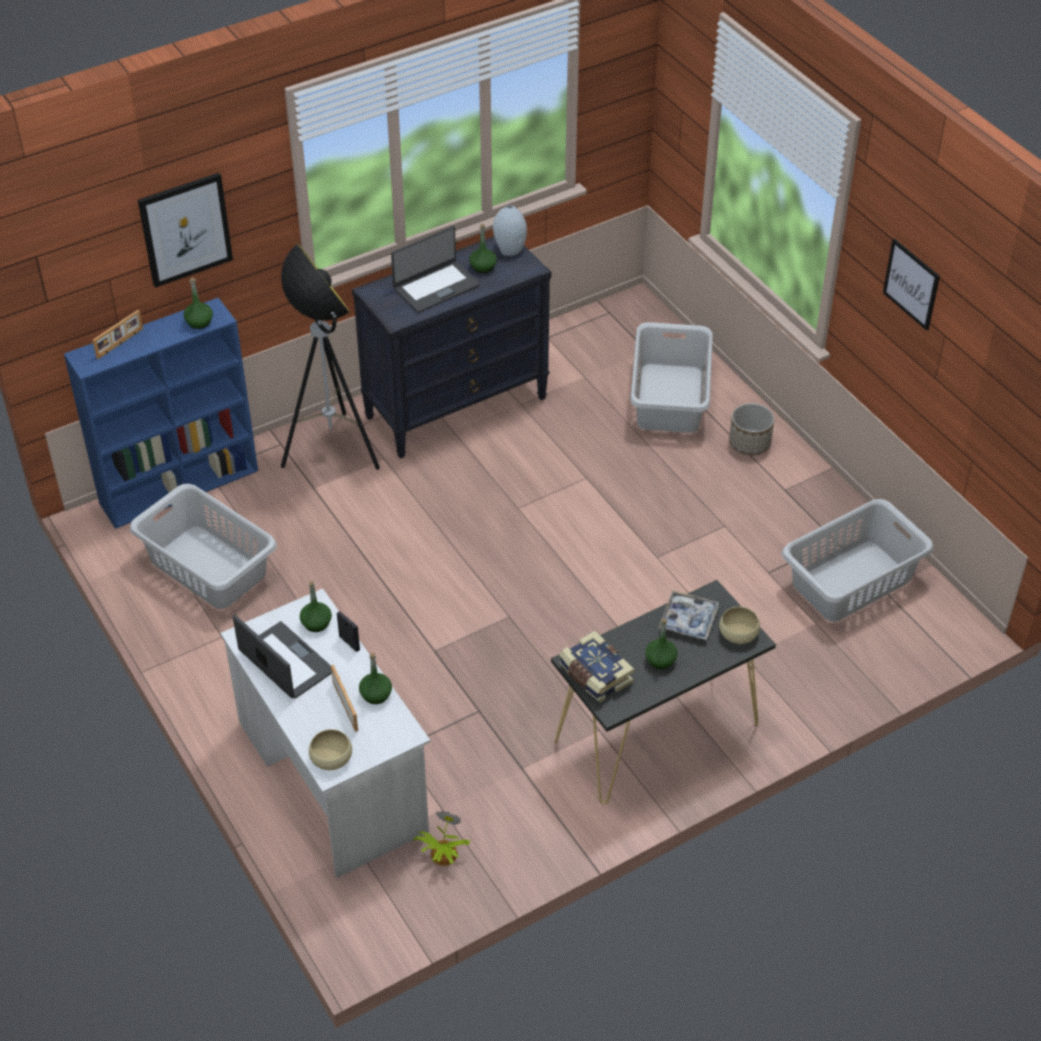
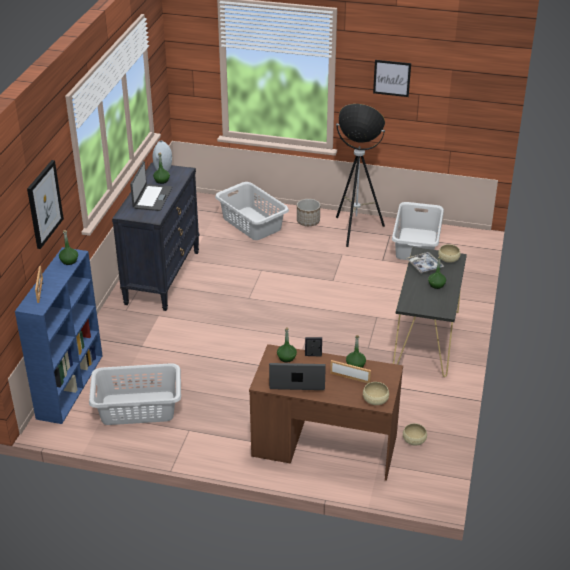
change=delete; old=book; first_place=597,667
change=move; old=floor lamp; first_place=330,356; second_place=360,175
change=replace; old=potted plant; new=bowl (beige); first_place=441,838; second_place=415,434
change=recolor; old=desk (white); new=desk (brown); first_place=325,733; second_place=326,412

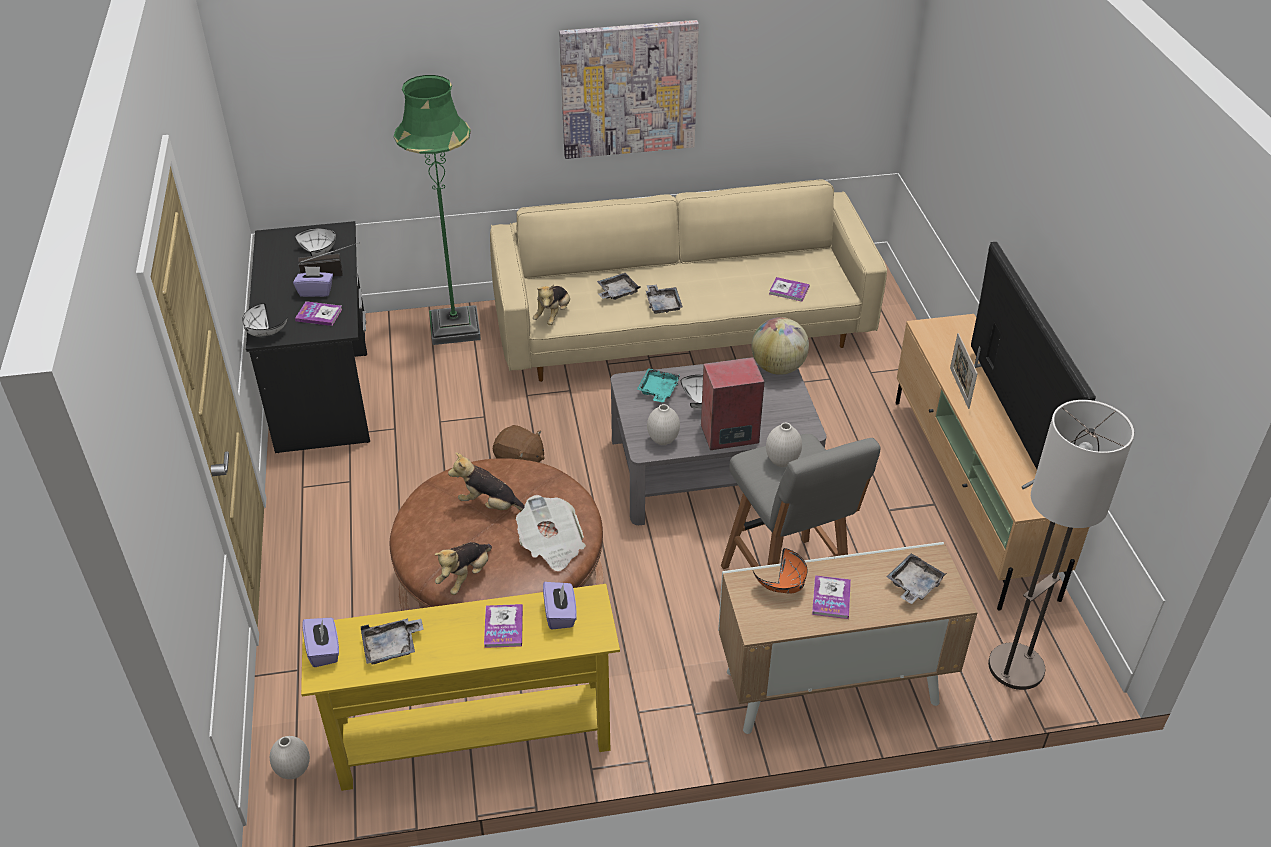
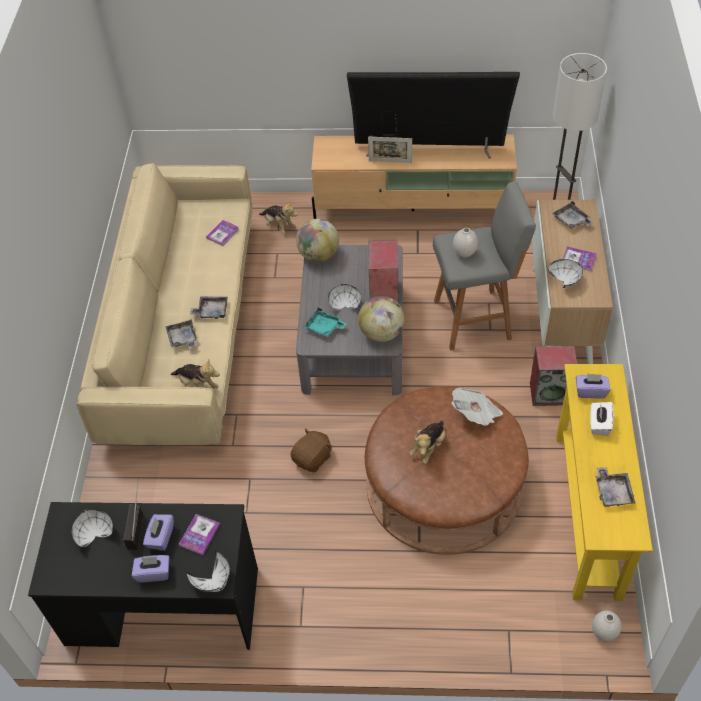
change=delete; old=floor lamp (green); first_place=437,210
change=delete; old=picture; first_place=629,89
change=insert; new=speaker; second_place=553,376
change=move; old=tissue box (purple); first_place=321,642; second_place=150,569
change=move; old=plush toy; first_place=463,568; second_place=278,217
change=replace; old=book; new=tissue box (white); first_place=503,626; second_place=602,419
change=replace; old=vase (white); new=globe; first_place=663,424; second_place=381,319
change=recolor; old=bowl (orange); new=bowl (white); first_place=780,571; second_place=565,273

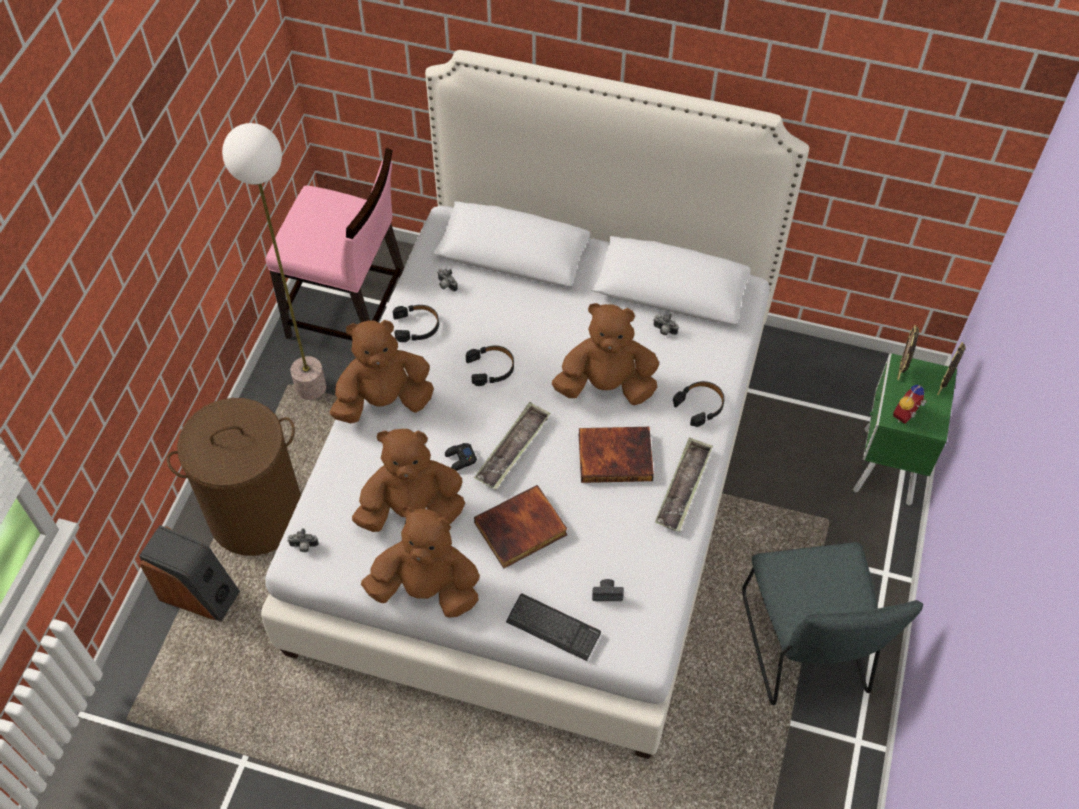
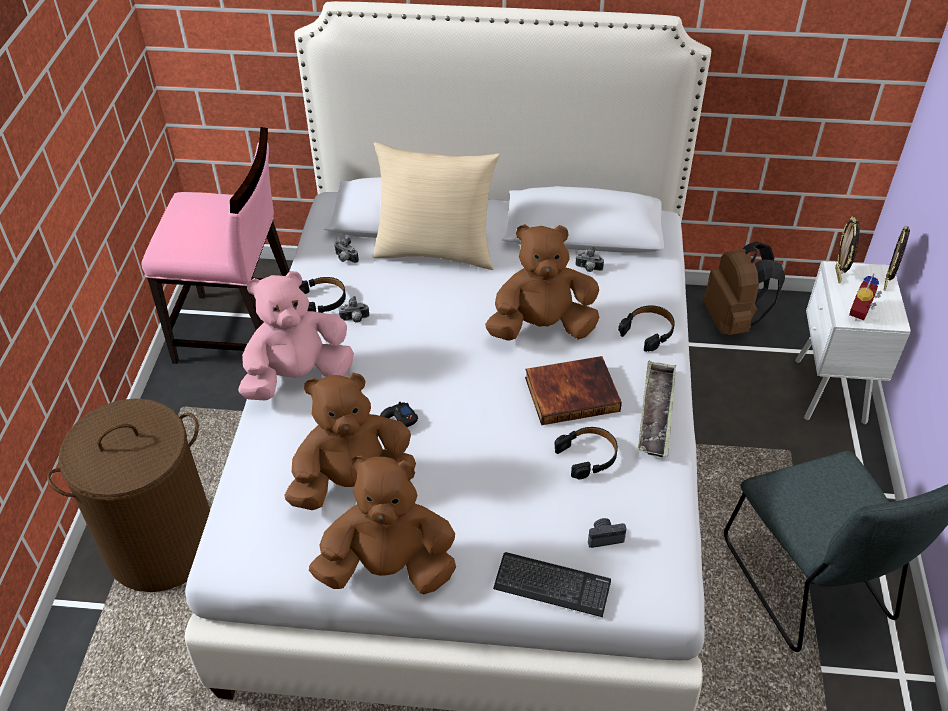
change=delete; old=speaker; first_place=189,573
change=delete; old=floor lamp; first_place=274,261
change=delete; old=tray; first_place=512,446
change=delete; old=book; first_place=521,527
change=insert; new=pillow (beige); second_place=436,206
change=insert; new=backpack (brown); second_place=744,288
change=move; old=photo camera; first_place=303,540; second_place=354,309
change=move; old=headphones (black); first_place=490,366; second_place=586,453
change=recolor; old=plush toy (brown); new=plush toy (pink); first_place=382,371; second_place=296,335
change=recolor; old=nightstand (green); new=nightstand (white); first_place=905,429; second_place=853,342

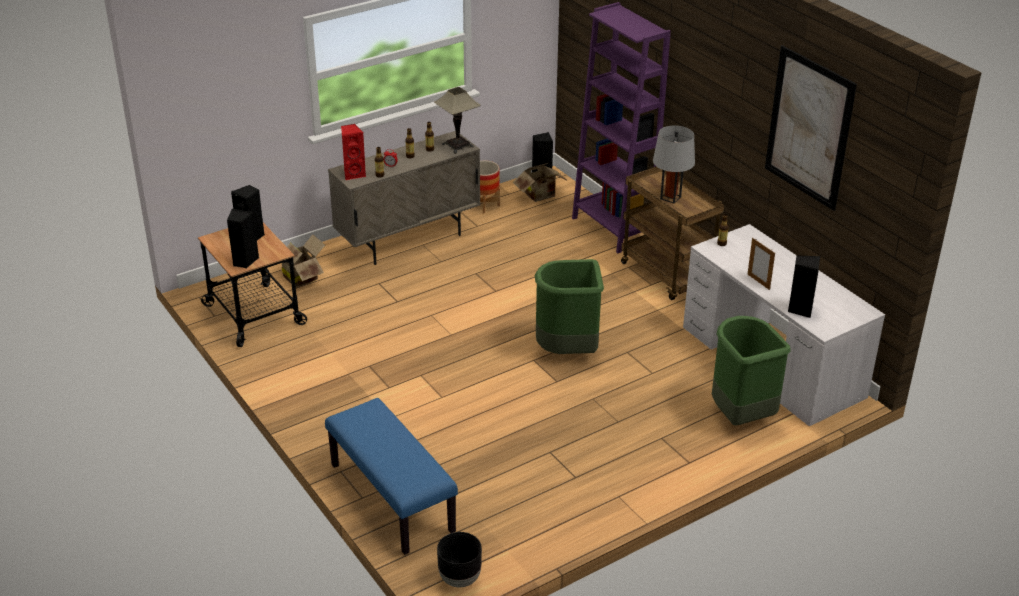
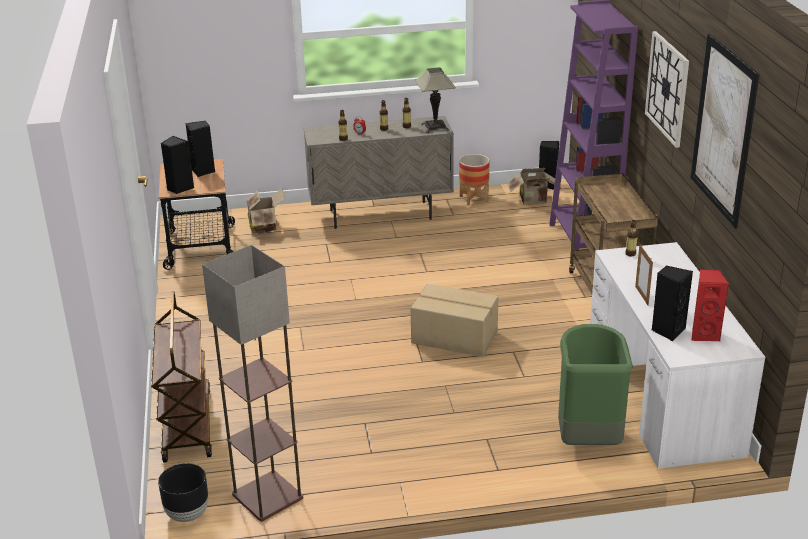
change=delete; old=table lamp (grey); first_place=674,164
change=insert; new=floor lamp; second_place=252,383
change=insert; new=wall clock; second_place=667,89
change=move; old=speaker (red); first_place=353,152; second_place=710,305
change=replace; old=bench (blue); new=cart (brown); first_place=391,476; second_place=181,377
change=replace; old=trash can (green); new=cardboard box; first_place=569,306; second_place=454,320

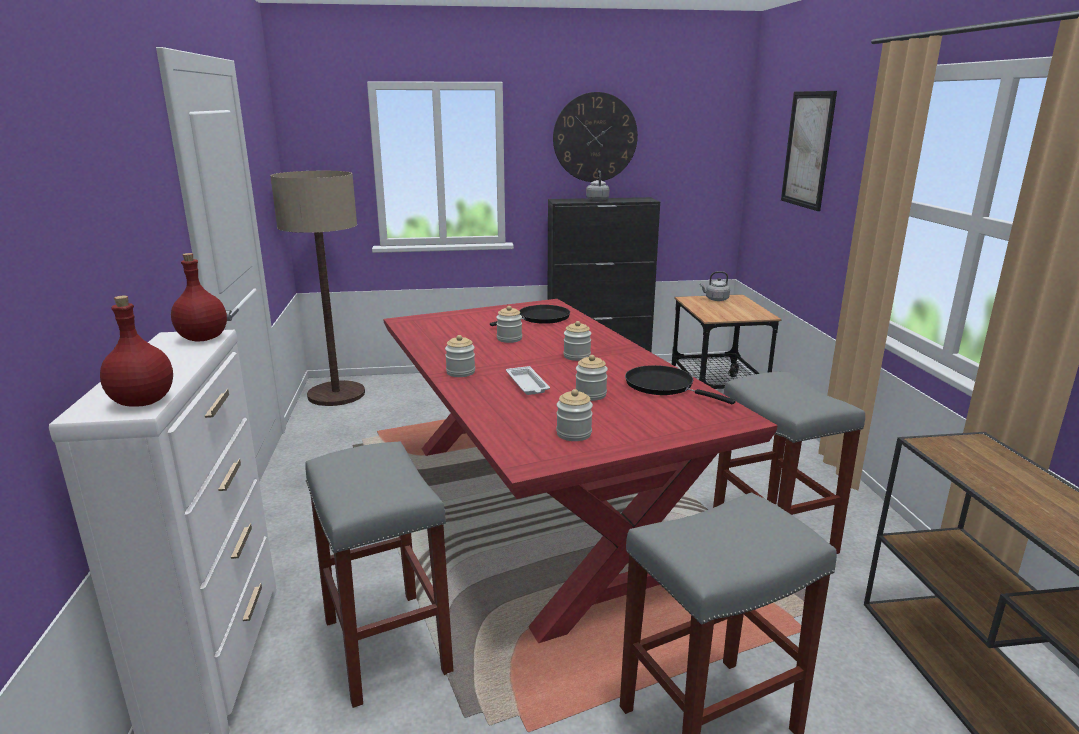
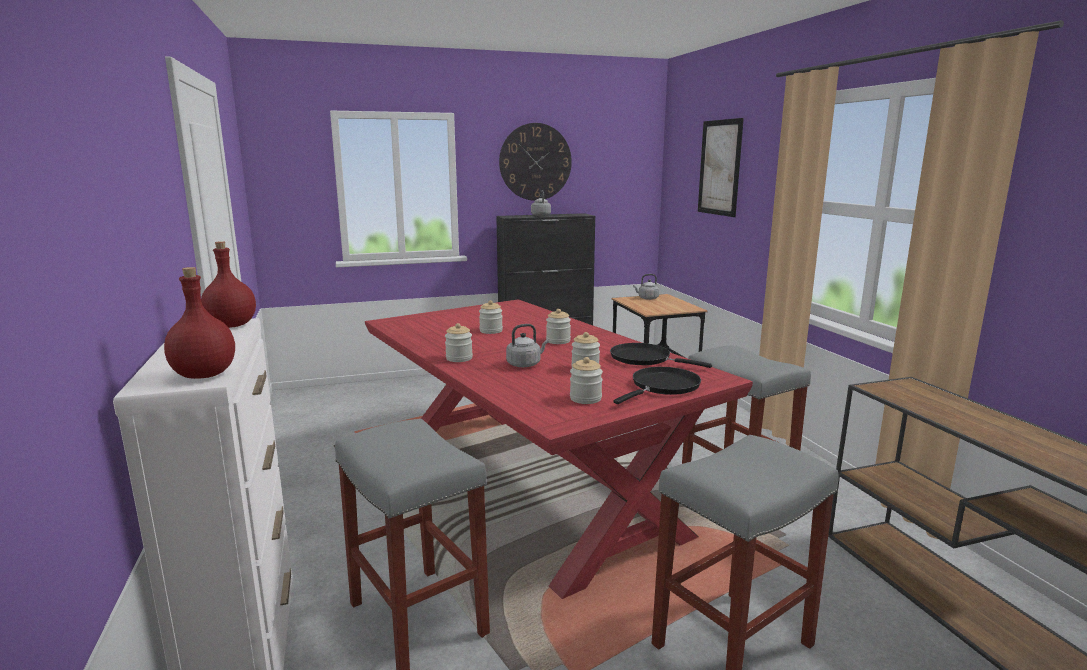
change=delete; old=floor lamp; first_place=317,288
change=move; old=frying pan (black); first_place=530,315; second_place=657,385
change=replace; old=tray (white); new=kettle (grey); first_place=528,380; second_place=527,345

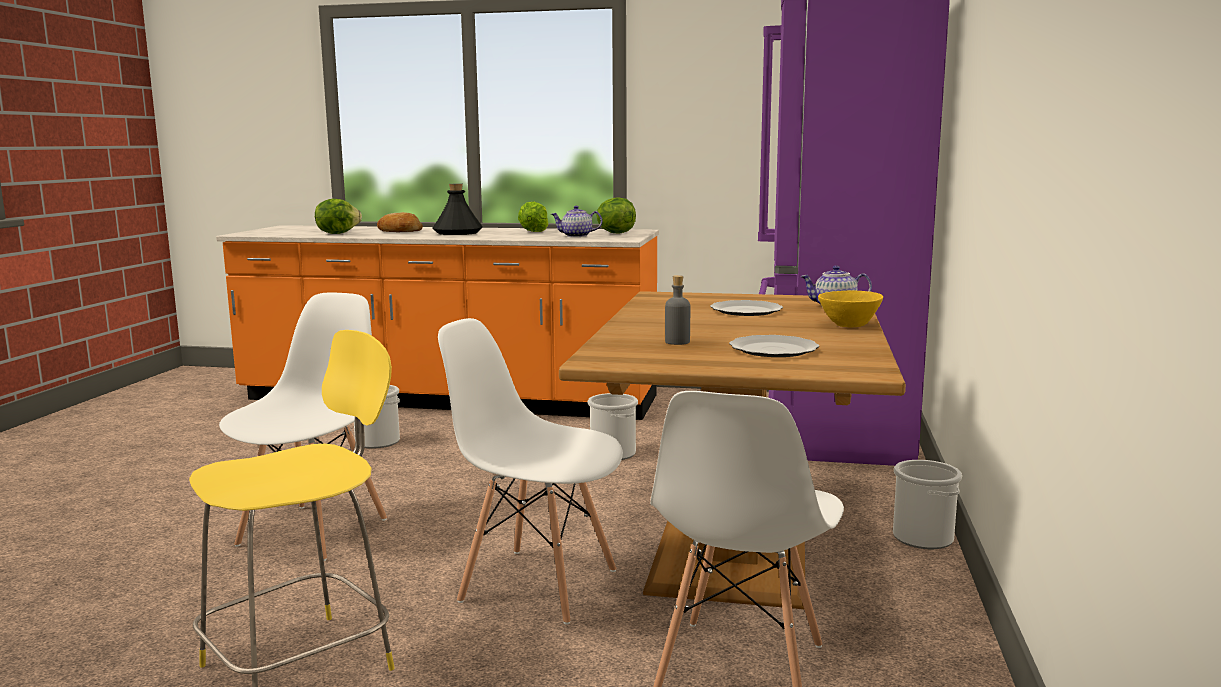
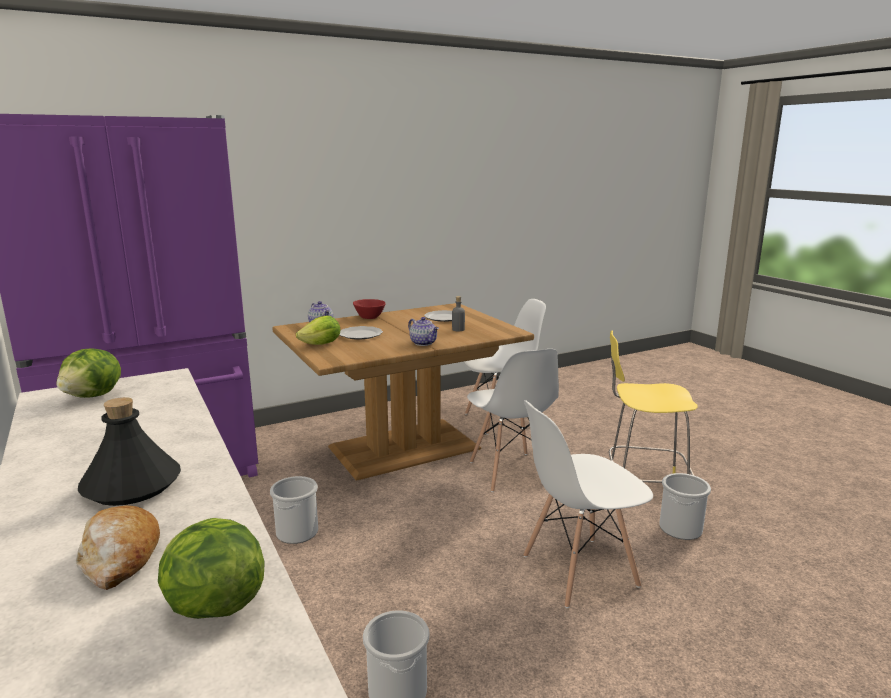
change=move; old=lettuce; first_place=533,217; second_place=318,330
change=move; old=teapot; first_place=576,221; second_place=423,331
change=move; old=bucket; first_place=927,504; second_place=685,506
change=recolor; old=bowl (yellow); new=bowl (red); first_place=850,309; second_place=369,309

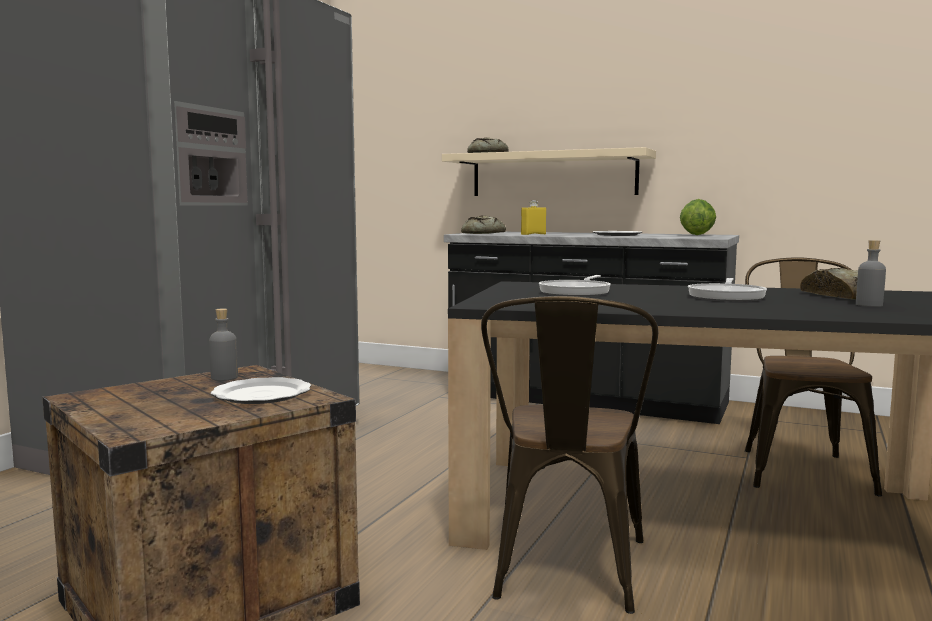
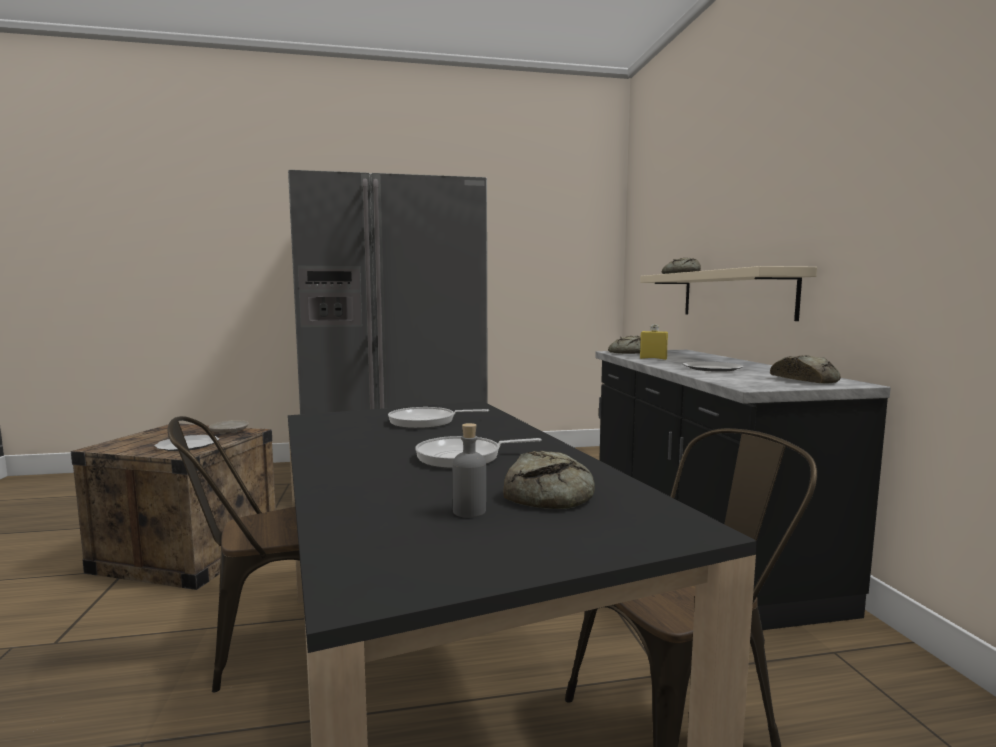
change=replace; old=bottle (grey); new=plate (beige); first_place=223,344; second_place=229,427
change=replace; old=lettuce; new=bread; first_place=698,217; second_place=805,369

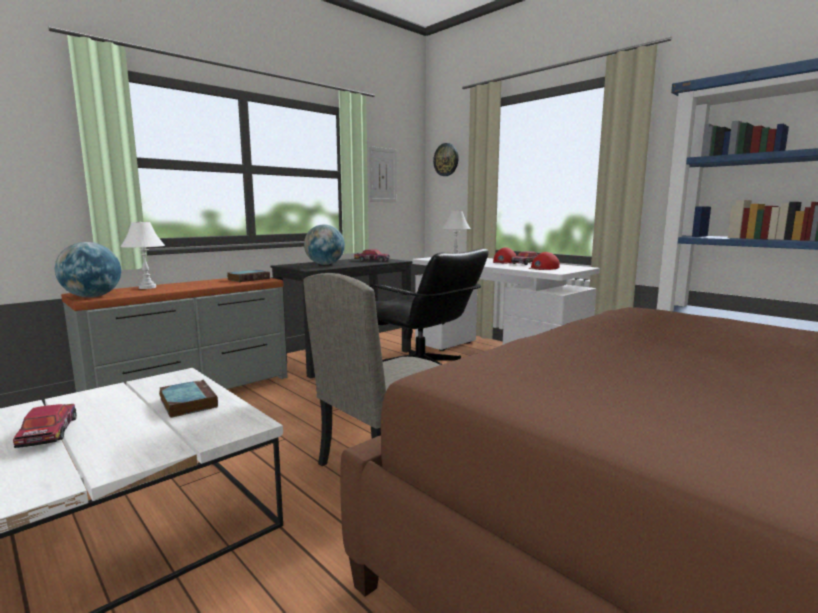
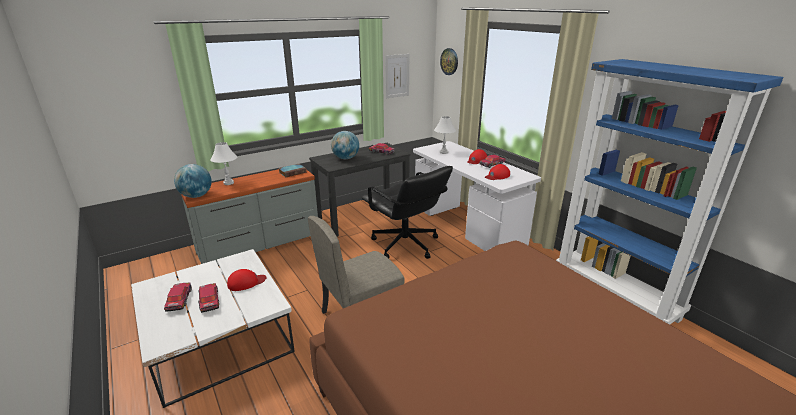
change=insert; new=toy car; second_place=208,298
change=replace; old=book; new=cap (red); first_place=188,399; second_place=247,280

